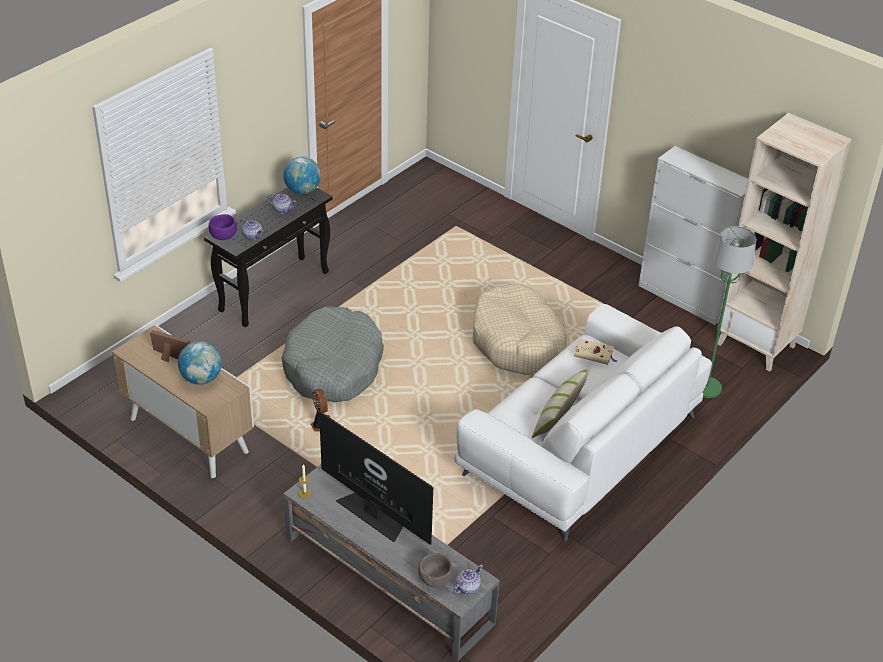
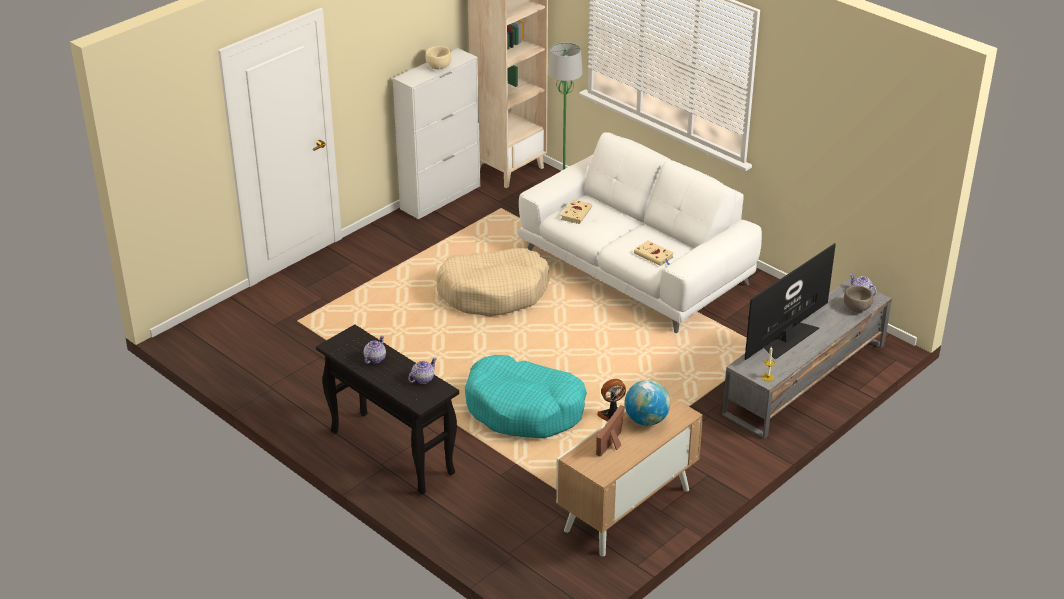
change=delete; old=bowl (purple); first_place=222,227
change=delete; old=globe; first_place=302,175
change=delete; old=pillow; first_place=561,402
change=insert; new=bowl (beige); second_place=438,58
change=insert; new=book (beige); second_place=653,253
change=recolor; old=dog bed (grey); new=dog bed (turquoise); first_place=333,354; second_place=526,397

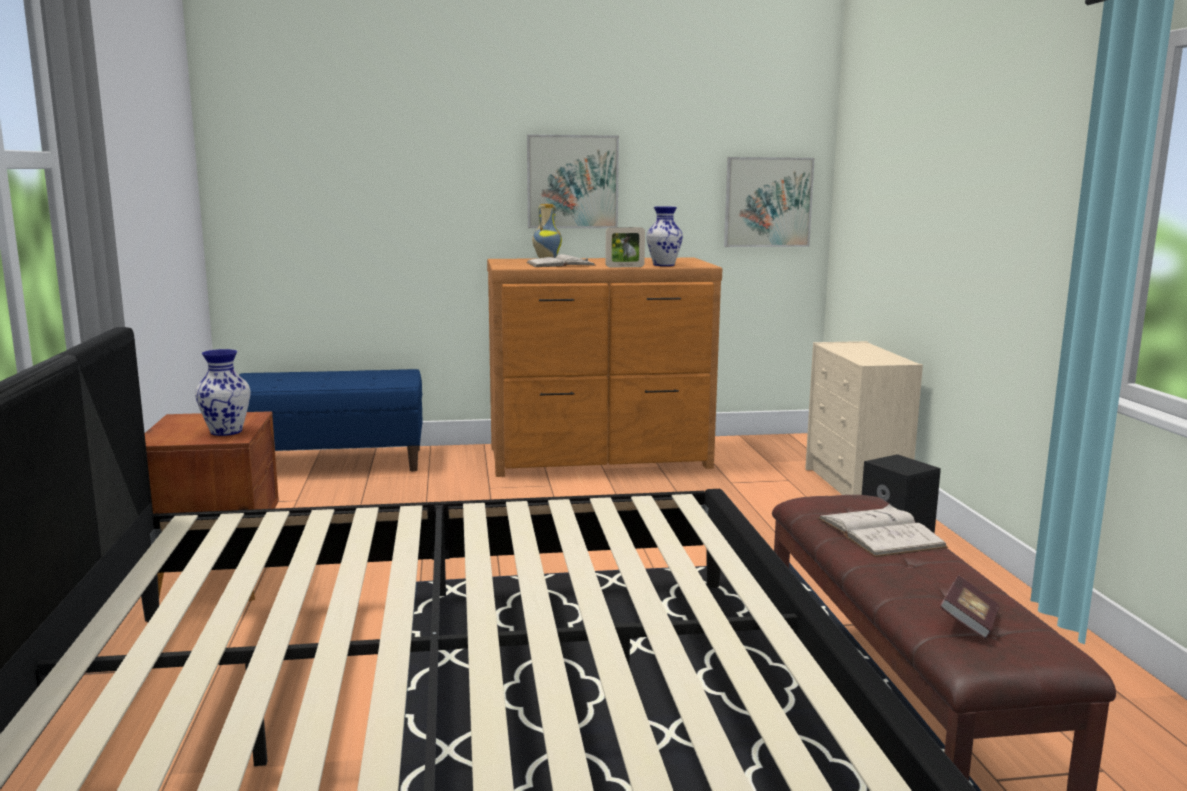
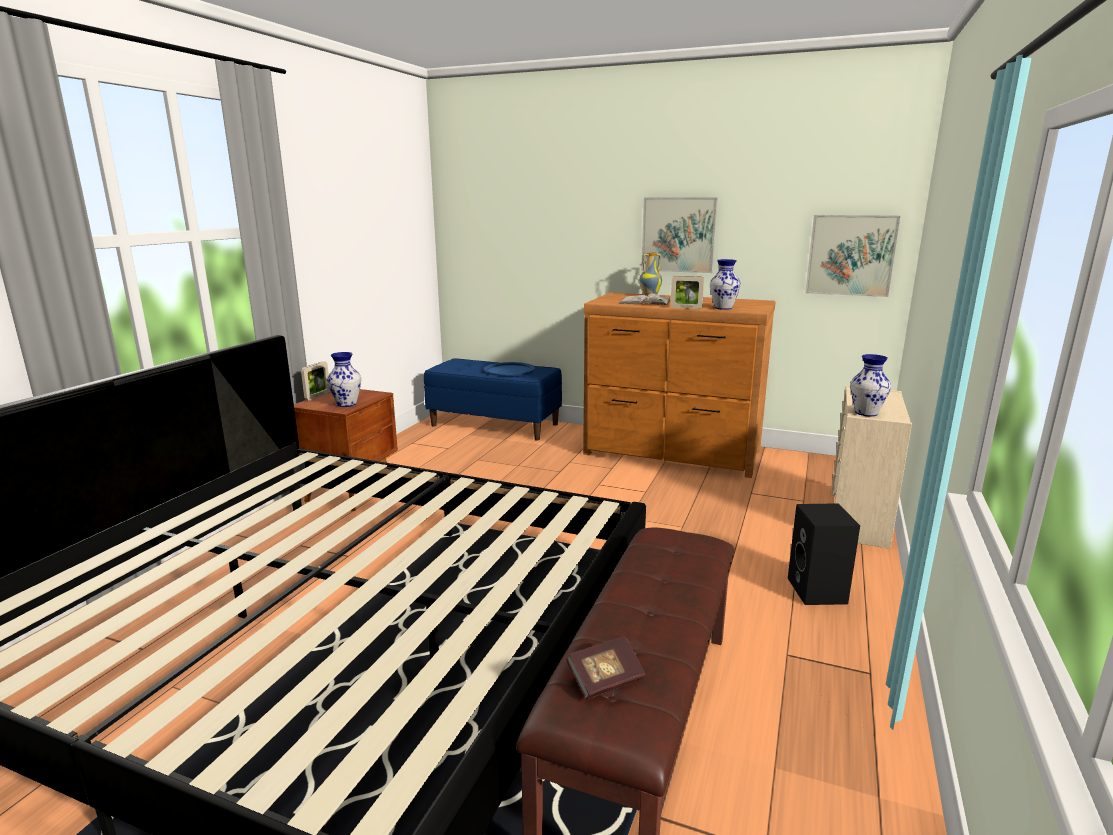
change=delete; old=book (white); first_place=883,530
change=insert; new=picture frame; second_place=315,380
change=insert; new=tray (blue); second_place=509,369
change=insert; new=vase; second_place=870,385

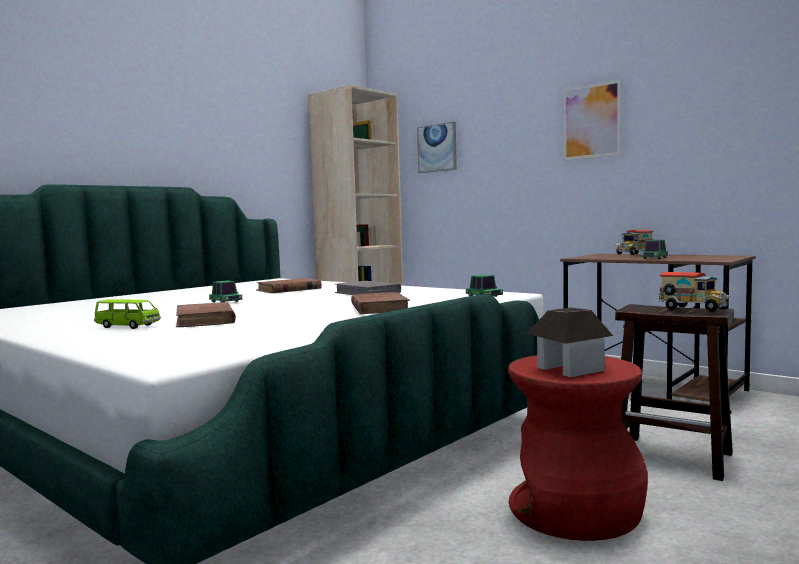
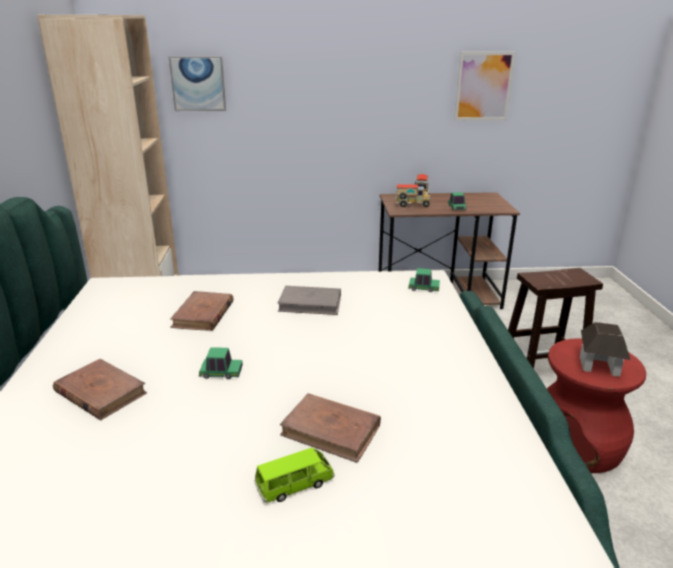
change=move; old=book (brown); first_place=380,303; second_place=100,389
change=move; old=picture; first_place=592,120; second_place=484,86
change=move; old=toy truck; first_place=694,292; second_place=413,195

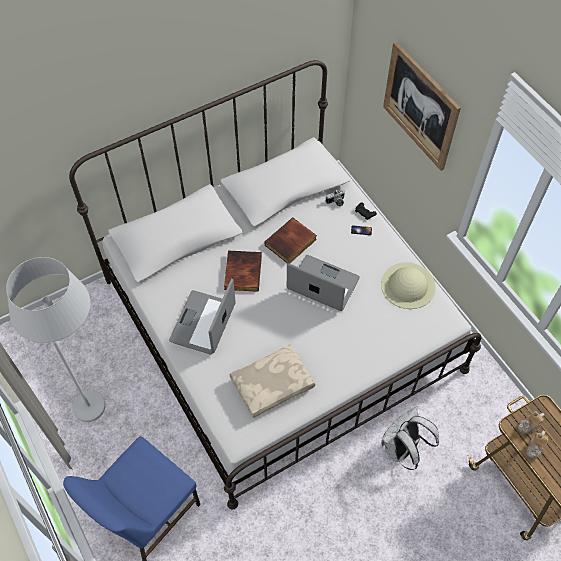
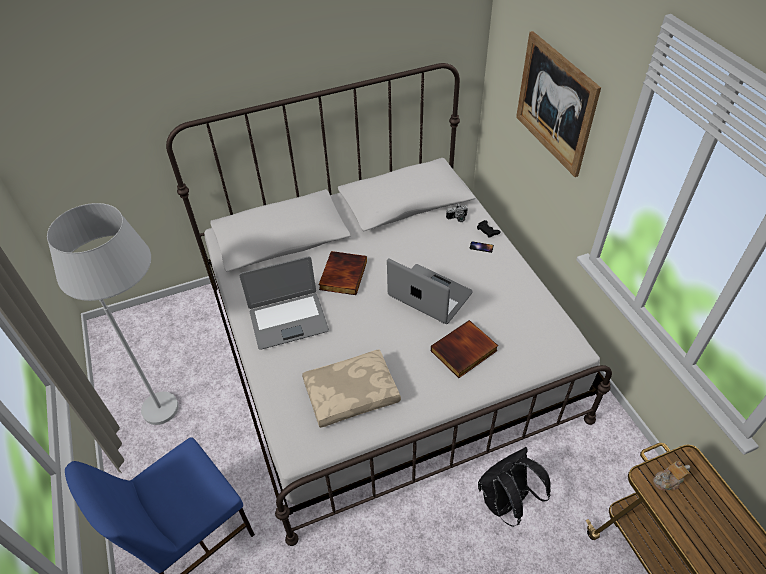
change=delete; old=hat (beige); first_place=408,285
change=delete; old=teapot; first_place=537,444
change=move; old=book; first_place=291,240; second_place=464,349
change=recolor; old=backpack (white); new=backpack (black); first_place=410,438; second_place=514,487
change=rotate; old=laptop; first_place=202,316; second_place=284,303; degrees=-135

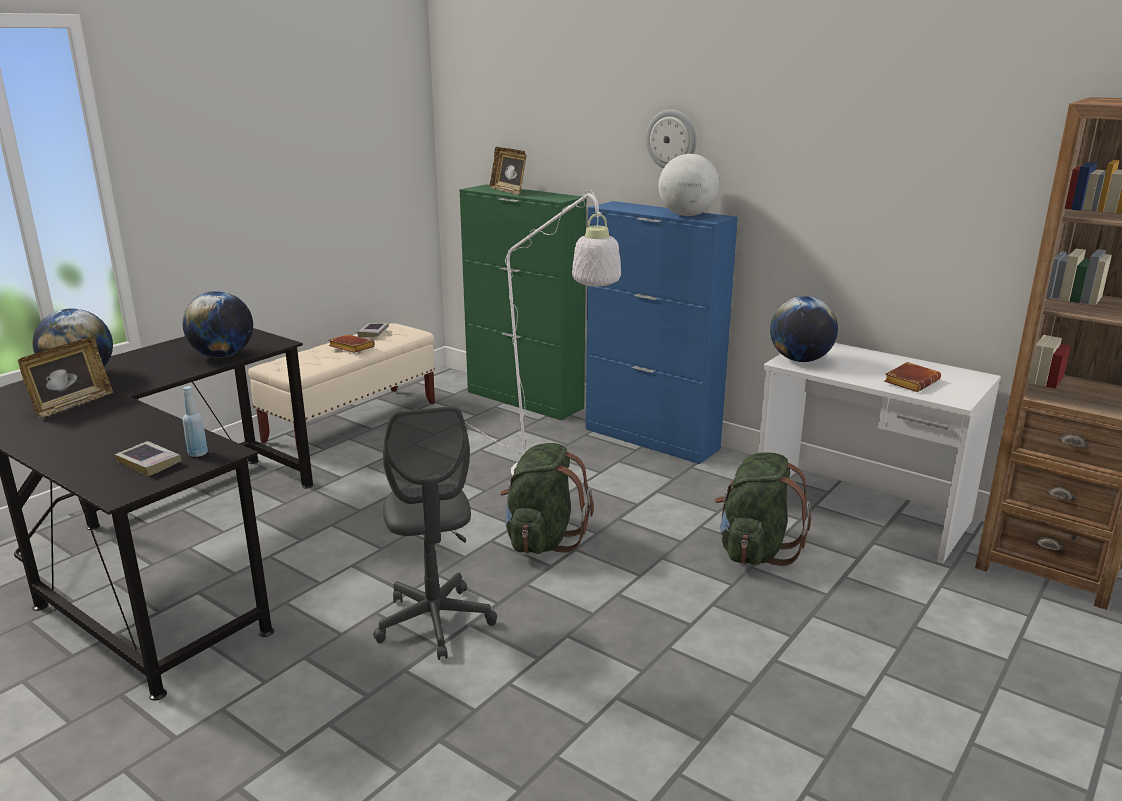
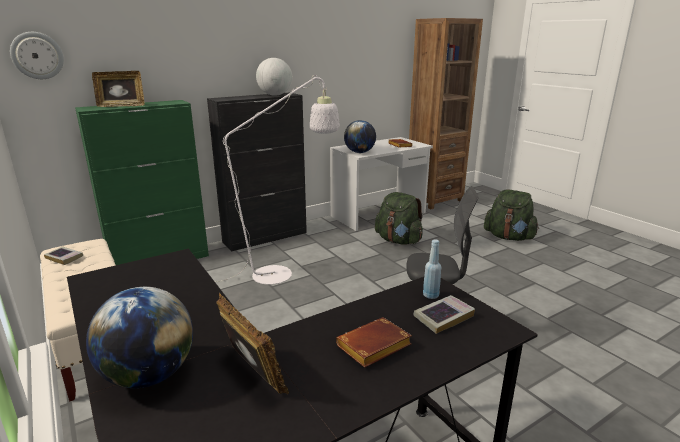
change=delete; old=globe; first_place=217,324
change=move; old=book (brown); first_place=352,343; second_place=374,342
change=move; old=backpack (green); first_place=547,498; second_place=511,215
change=move; old=wall clock; first_place=671,138; second_place=37,55
change=recolor; old=cabinet (blue); new=cabinet (black); first_place=662,332; second_place=257,172

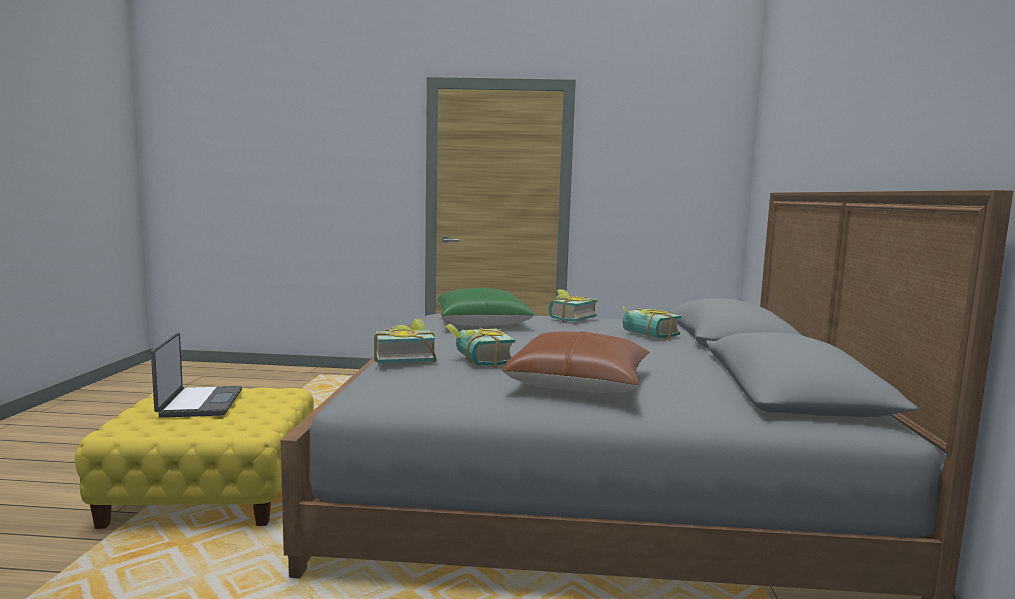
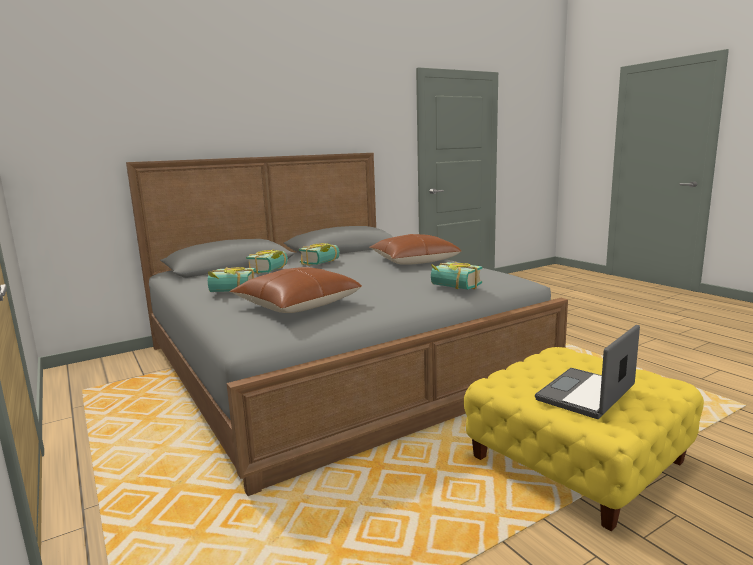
change=move; old=book; first_place=480,346; second_place=319,254
change=recolor; old=pillow (green); new=pillow (brown); first_place=485,306; second_place=295,290

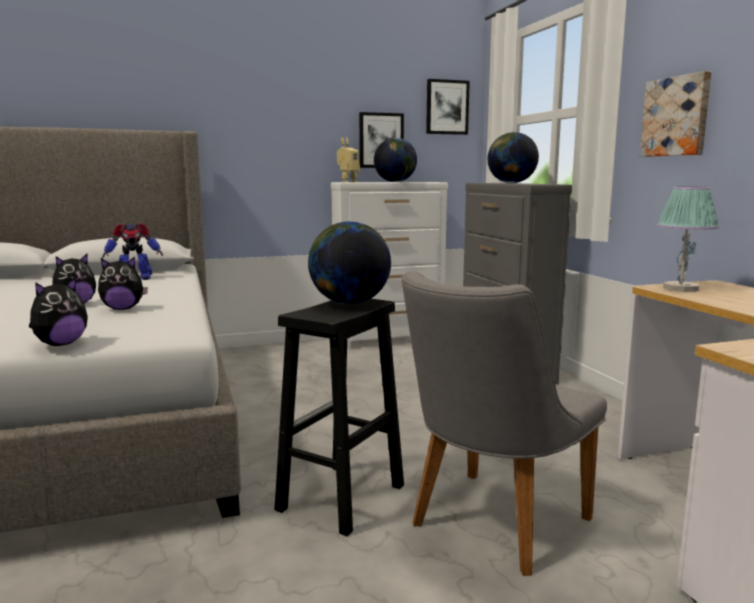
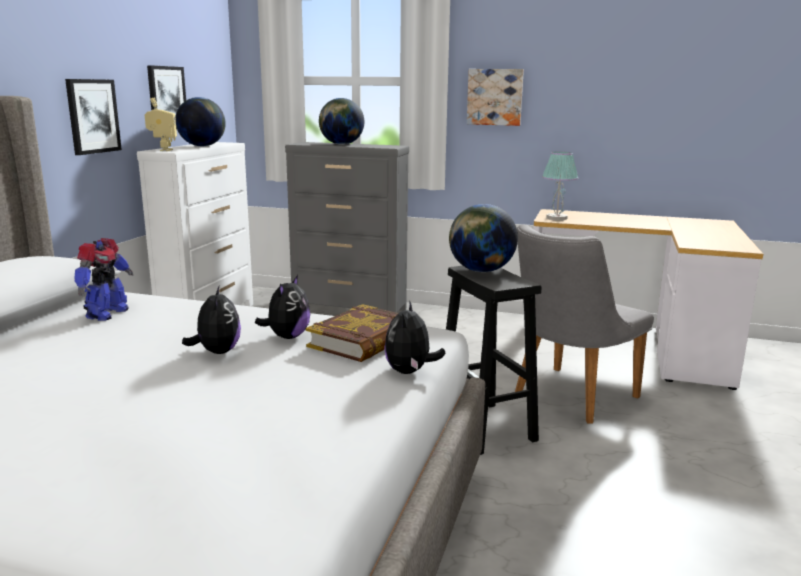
change=insert; new=book; second_place=352,333
change=move; old=picture; first_place=448,107; second_place=93,117
change=rotate; old=plush toy; first_place=58,312; second_place=415,338; degrees=-150
change=rotate; old=chair (grey); first_place=504,423; second_place=584,324; degrees=60

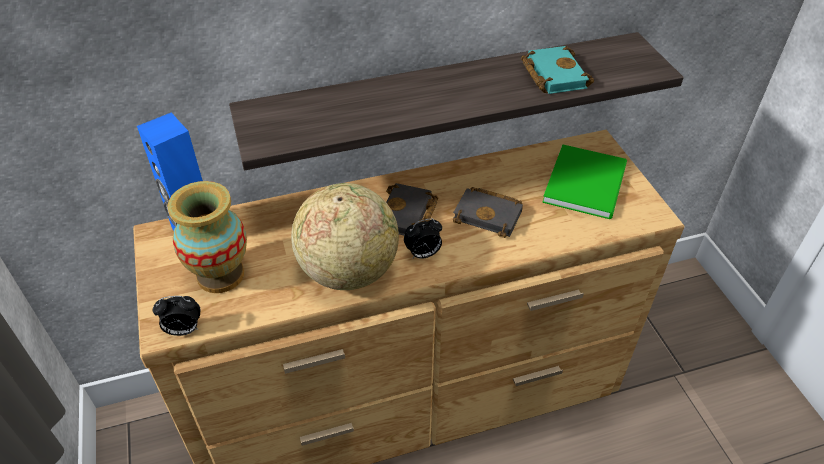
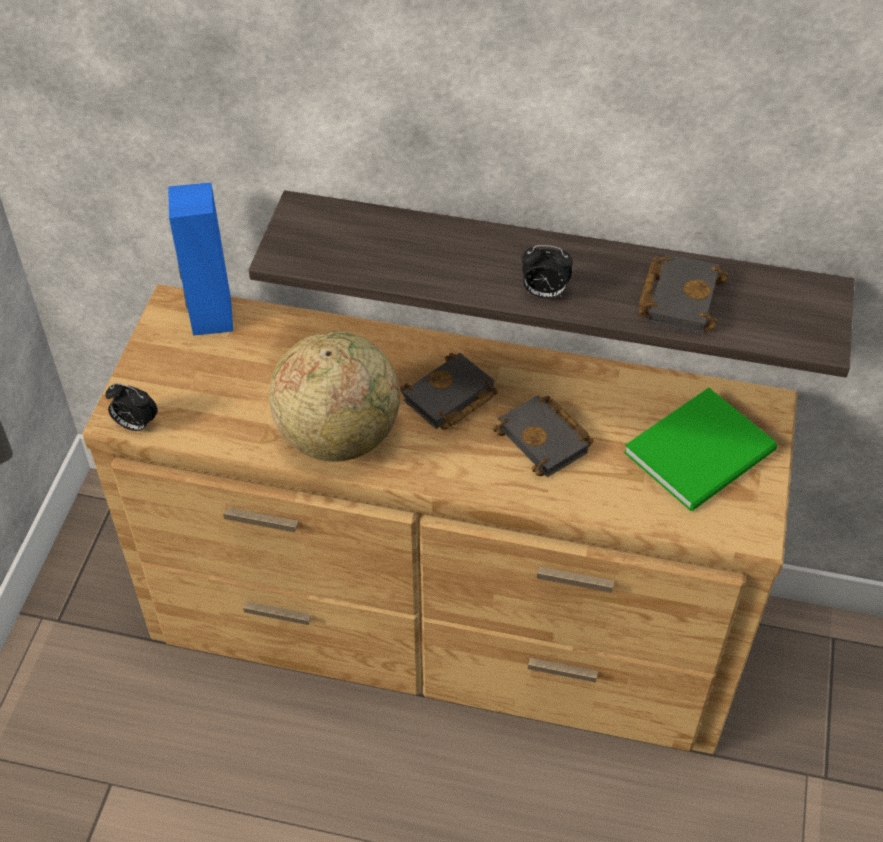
change=delete; old=vase; first_place=207,237
change=move; old=alarm clock; first_place=423,238; second_place=547,272
change=recolor; old=book (turquoise); new=book (black); first_place=557,70; second_place=683,294

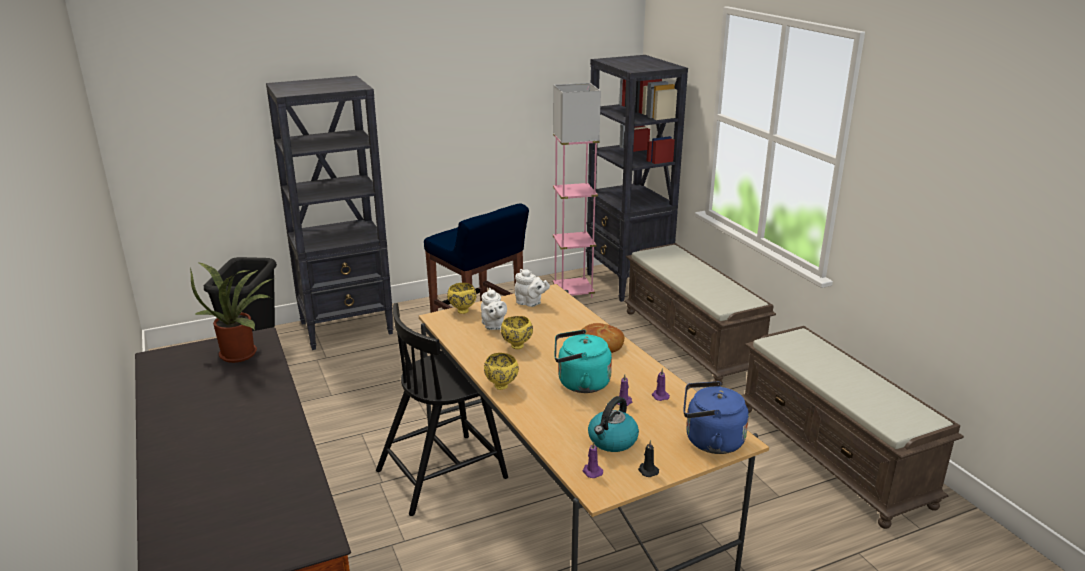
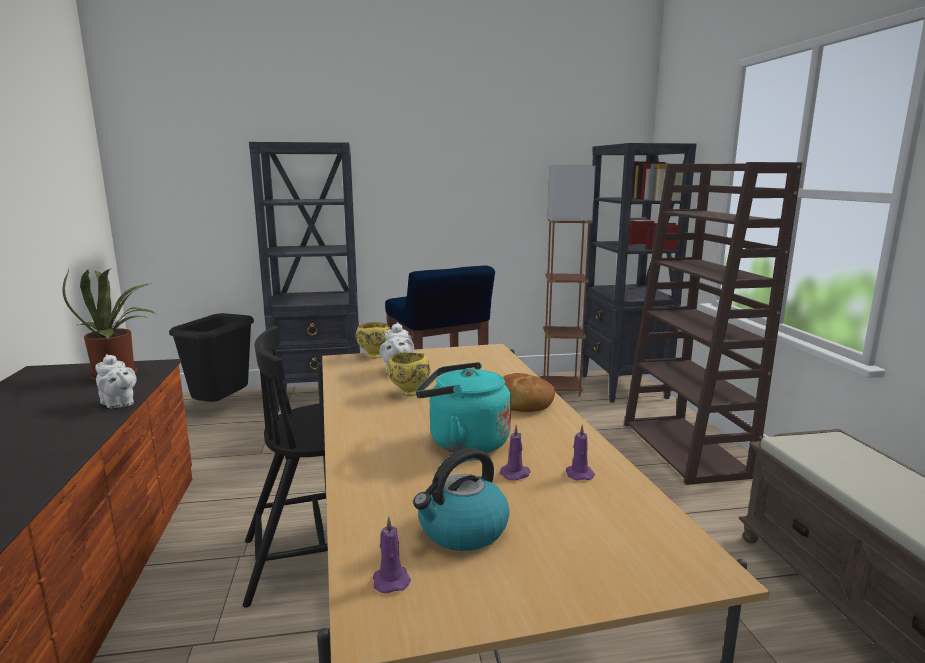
change=delete; old=bowl (yellow); first_place=501,371
change=delete; old=candle (black); first_place=648,458
change=delete; old=kettle (blue); first_place=716,417
change=move; old=teapot (white); first_place=532,288; second_place=115,381
change=replace; old=bench (brown); new=bookcase (brown); first_place=700,315; second_place=713,323
change=recolor; old=floor lamp (pink); new=floor lamp (brown); first_place=576,190; second_place=568,280

